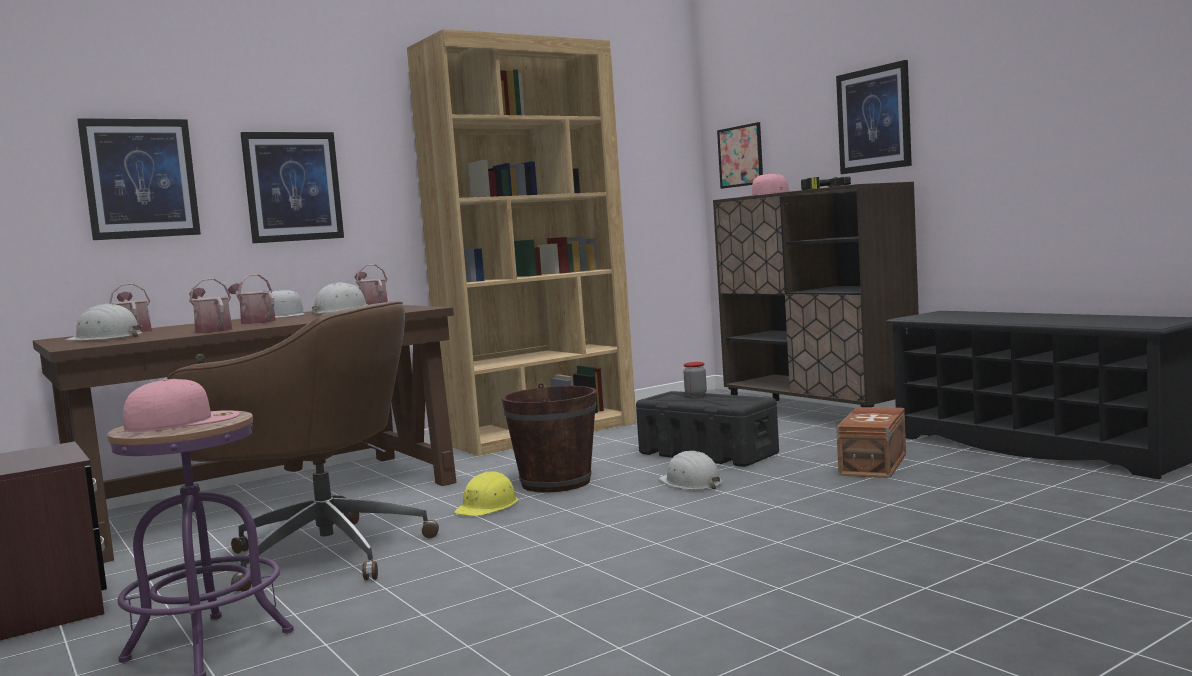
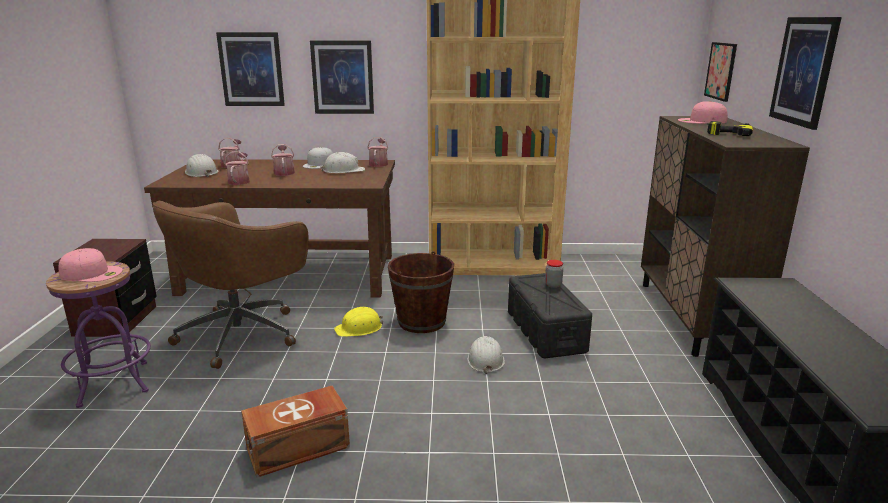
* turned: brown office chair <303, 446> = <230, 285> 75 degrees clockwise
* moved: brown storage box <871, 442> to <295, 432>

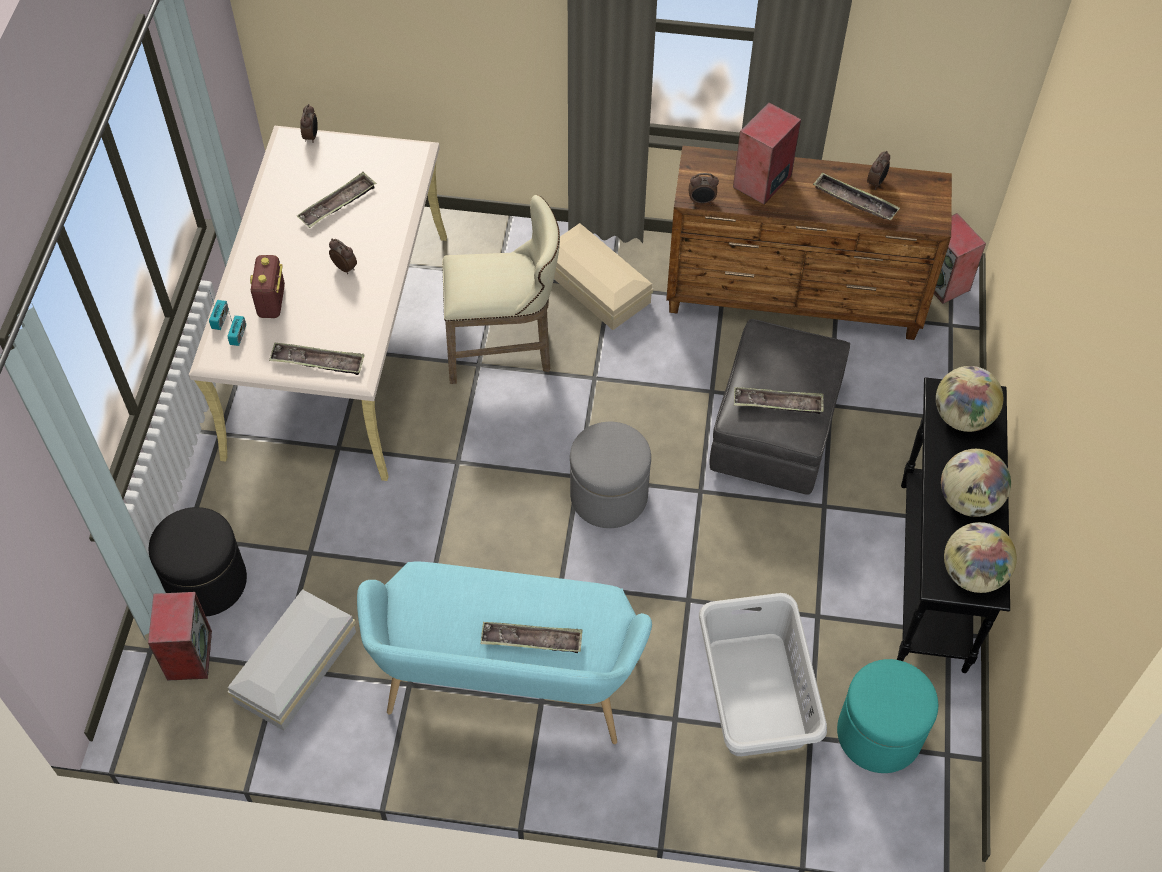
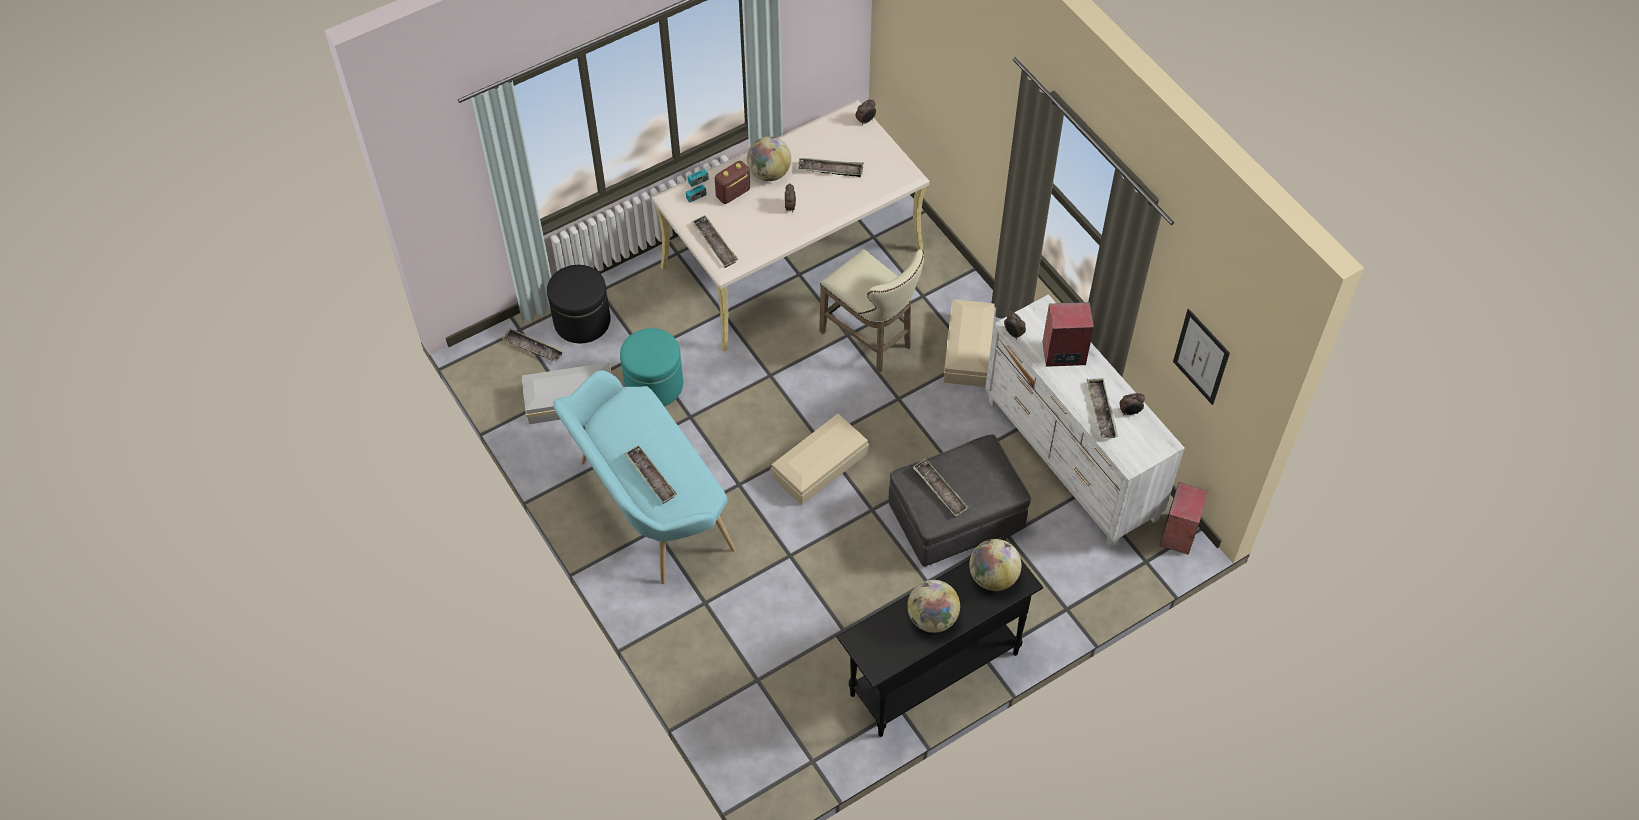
* replaced: speaker <180, 636> to tray <533, 345>
* replaced: grey ottoman <610, 475> to beige storage box <820, 459>
* recoloured: brown dresser <809, 243> to white dresser <1085, 421>
* removed: grey laundry basket <763, 674>
* moved: turquoise ottoman <887, 716> to <651, 367>
* moved: globe <980, 557> to <769, 158>
* added: picture <1201, 357>

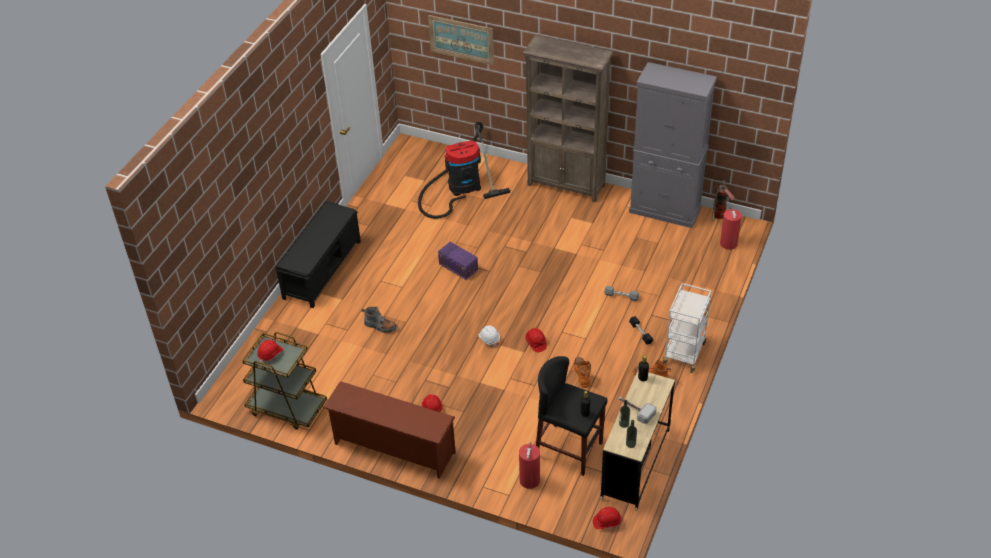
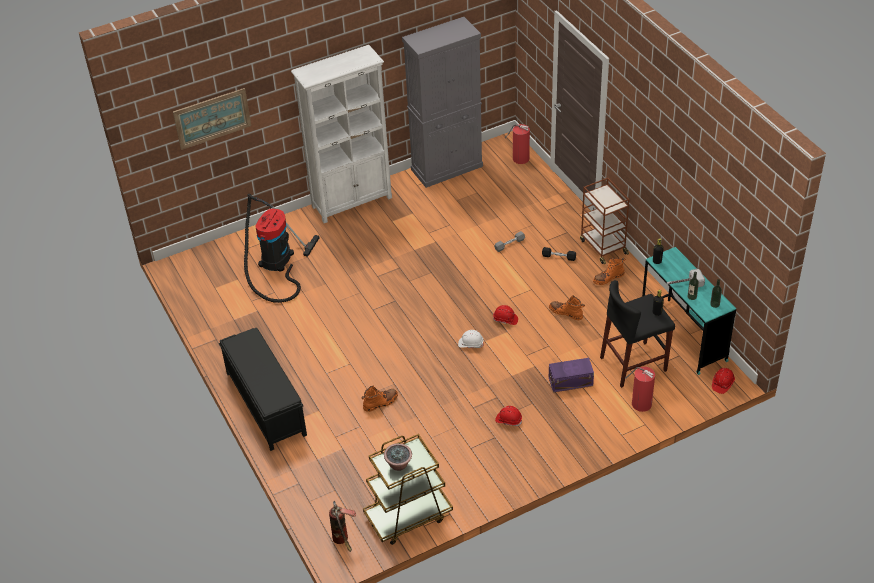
* replaced: red hard hat <270, 352> to potted plant <398, 457>
* removed: brown shoe rack <389, 430>
* recoloured: grey boot <380, 319> to orange boot <379, 398>
* moved: purple storage box <458, 261> to <571, 375>
* recoloured: brown bookcase <568, 118> to white bookcase <341, 134>
* recoloured: beige desk <637, 440> to turquoise desk <689, 311>
* recoloured: white cart <687, 328> to brown cart <604, 221>
* moved: fire extinguisher <723, 200> to <342, 526>

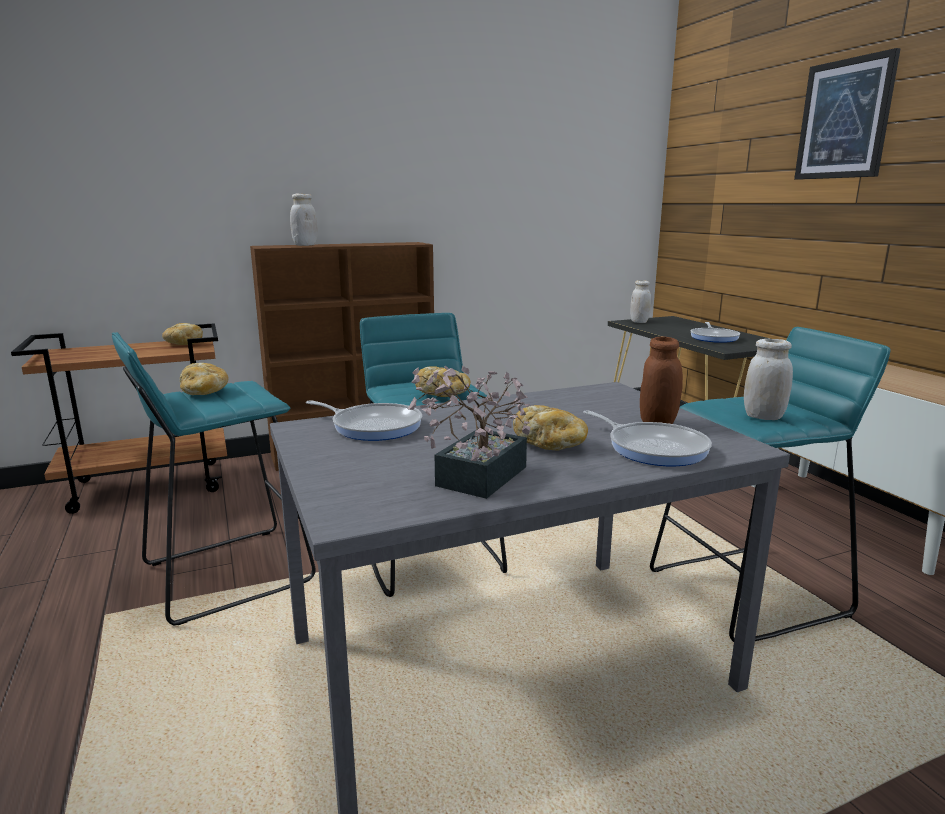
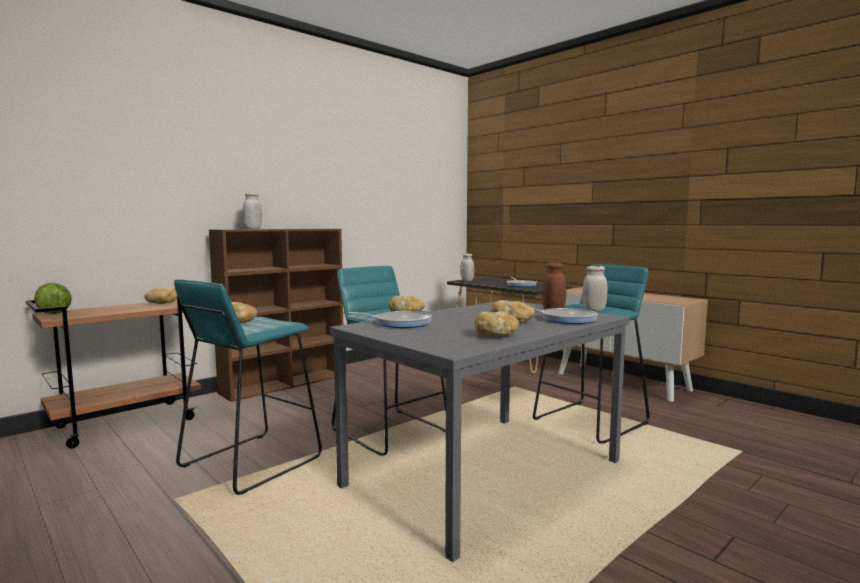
* replaced: potted plant <469, 432> to bread <497, 323>
* removed: picture <847, 114>
* added: lettuce <53, 298>

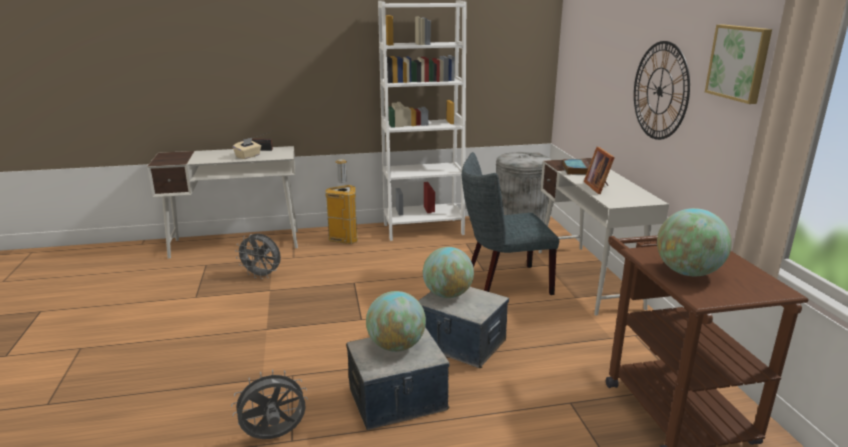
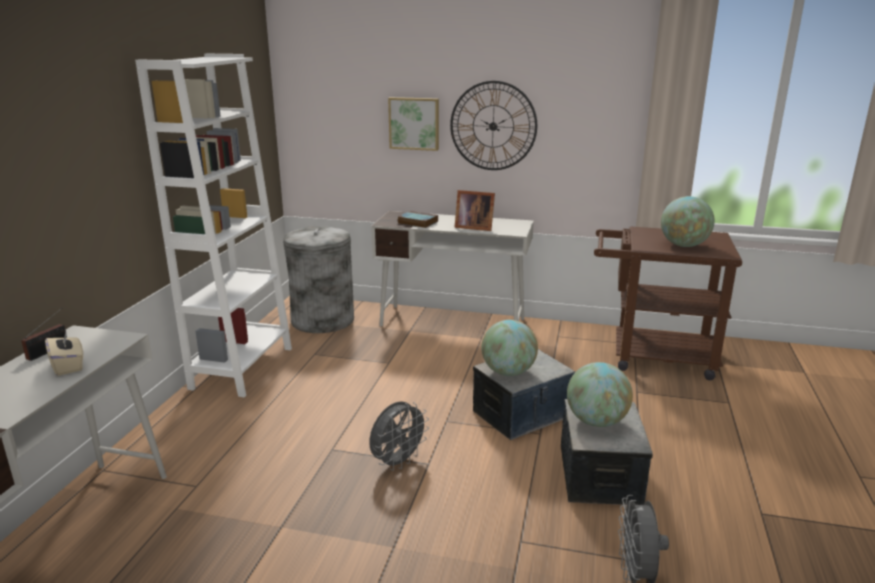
* moved: grey fan <258, 256> to <399, 436>
* removed: trash can <341, 201>
* removed: grey chair <510, 223>
* moved: picture <738, 64> to <413, 124>

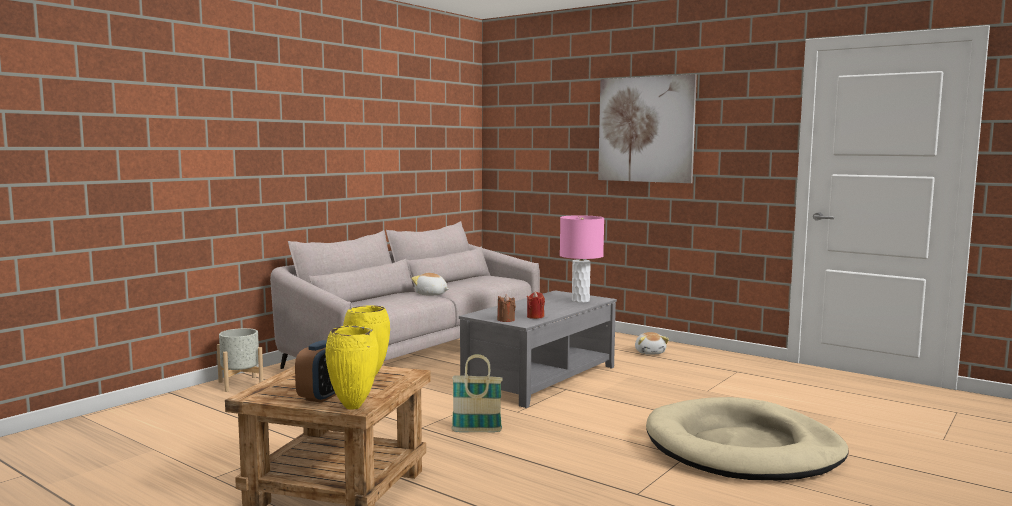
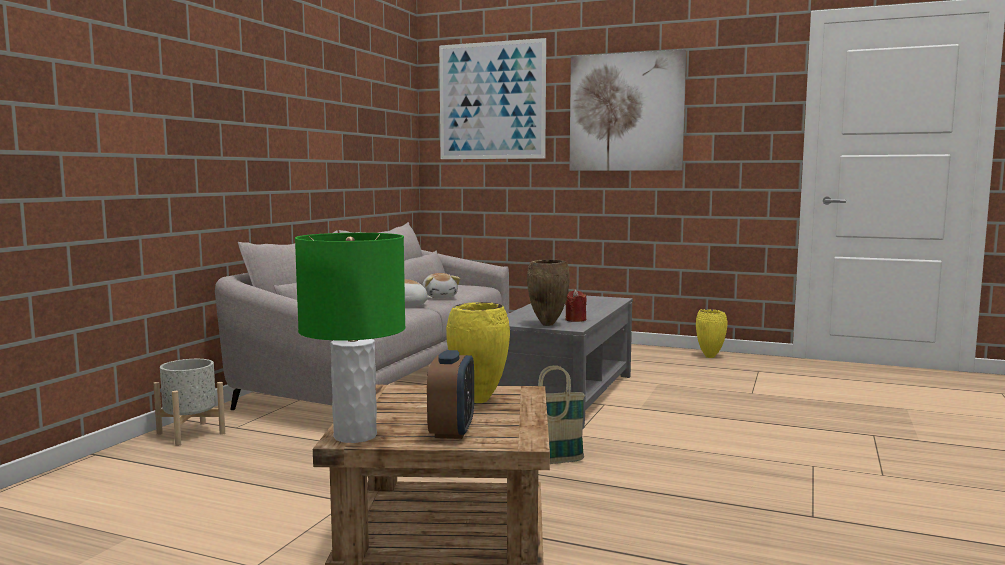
* moved: yellow vase <352, 367> to <712, 333>
* replaced: brown candle <506, 308> to brown vase <548, 293>
* removed: pink table lamp <582, 259>
* moved: plush toy <652, 343> to <441, 285>
* removed: beige dog bed <747, 439>
* added: green table lamp <350, 338>
* added: picture <492, 98>

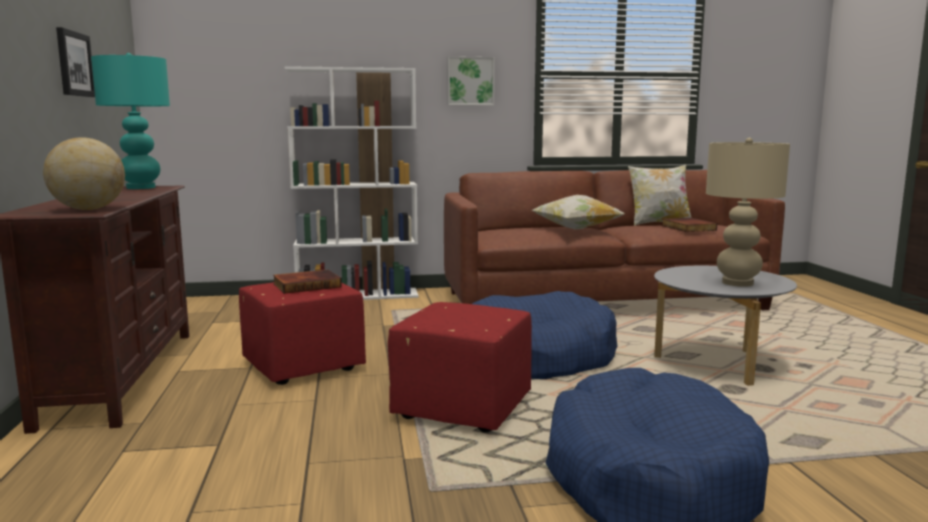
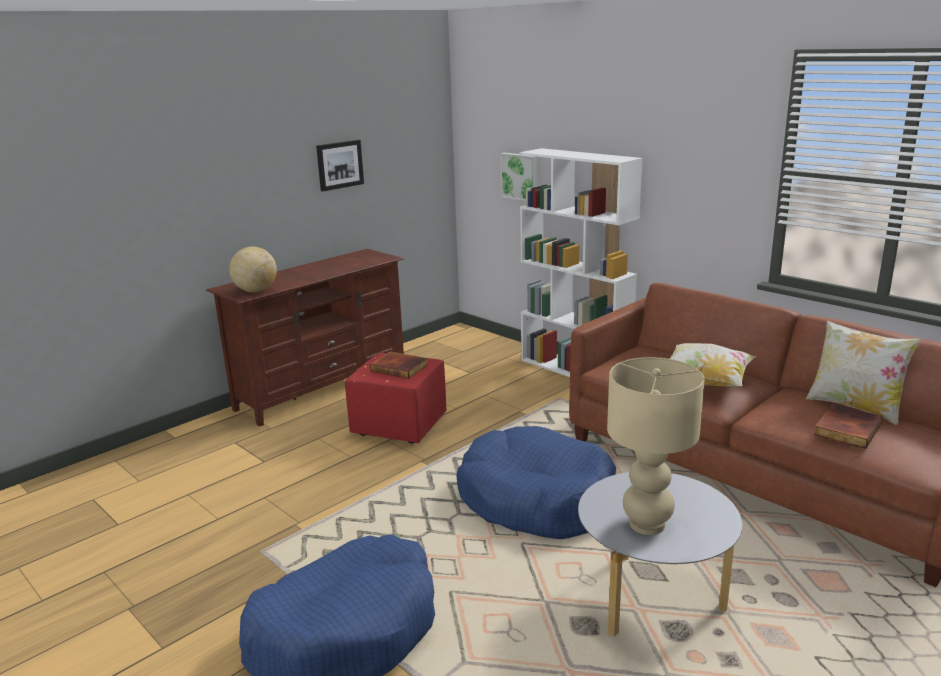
* removed: turquoise table lamp <130, 121>
* removed: red ottoman <460, 367>
* moved: picture <471, 80> to <518, 177>

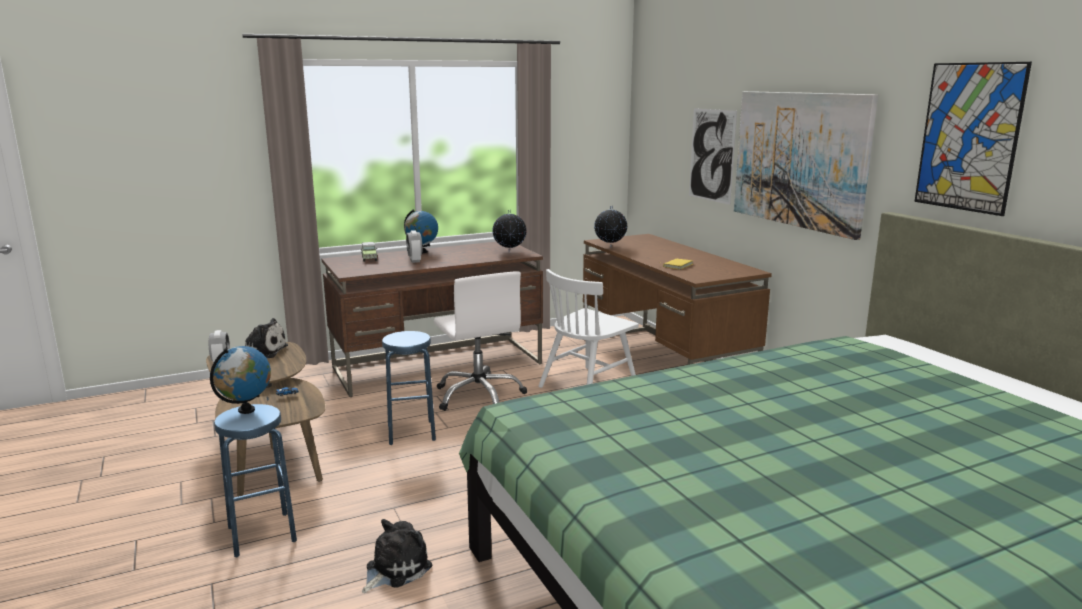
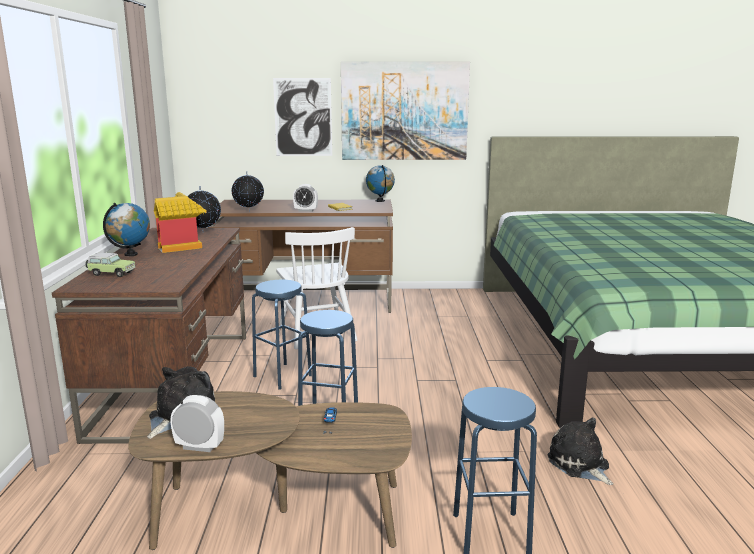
* moved: globe <240, 380> to <380, 183>
* moved: alarm clock <414, 246> to <305, 198>
* replaced: white office chair <480, 341> to blue stool <282, 334>
* removed: picture <973, 139>
* added: toy house <180, 222>

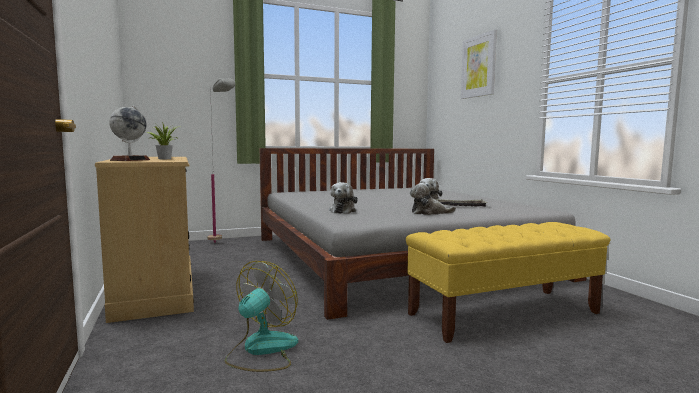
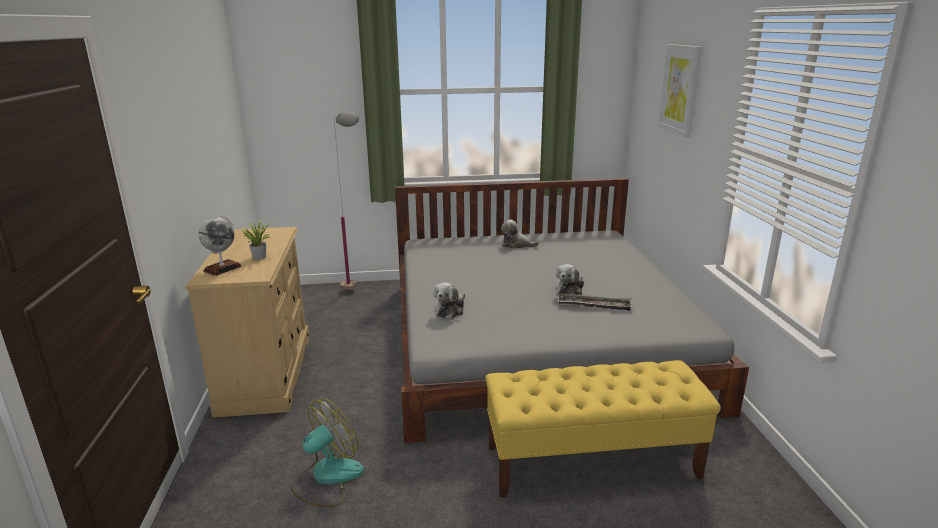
* moved: plush toy <433, 199> to <520, 234>

